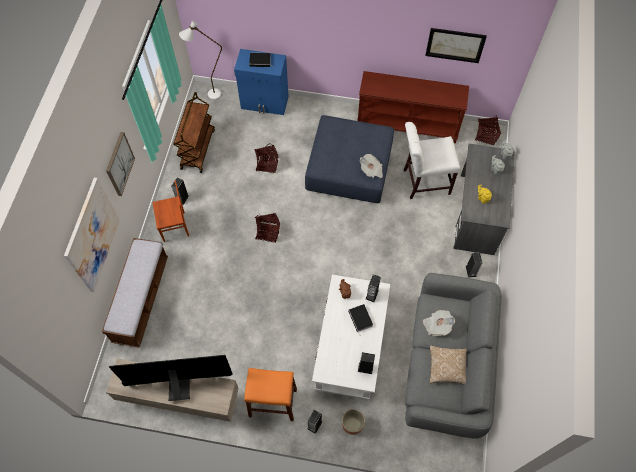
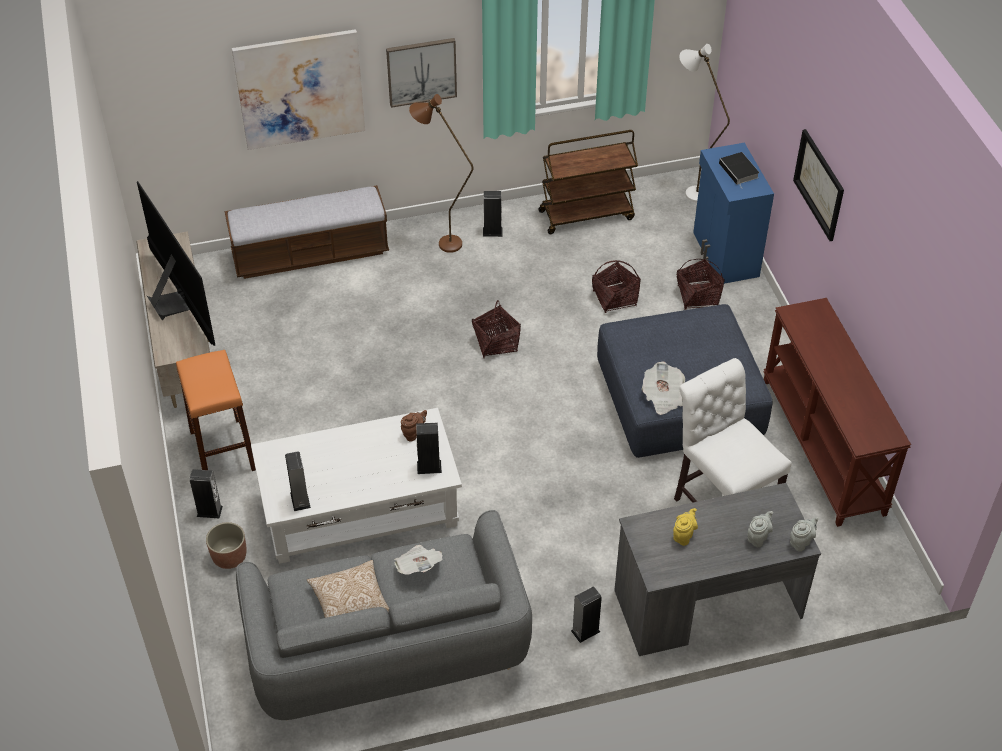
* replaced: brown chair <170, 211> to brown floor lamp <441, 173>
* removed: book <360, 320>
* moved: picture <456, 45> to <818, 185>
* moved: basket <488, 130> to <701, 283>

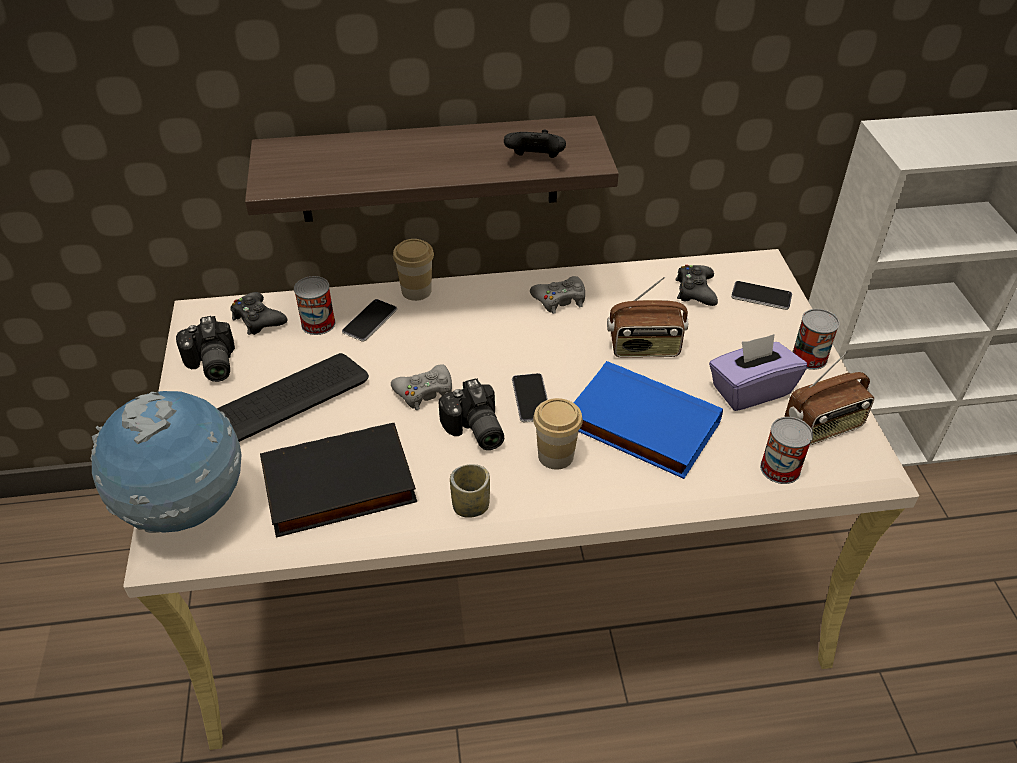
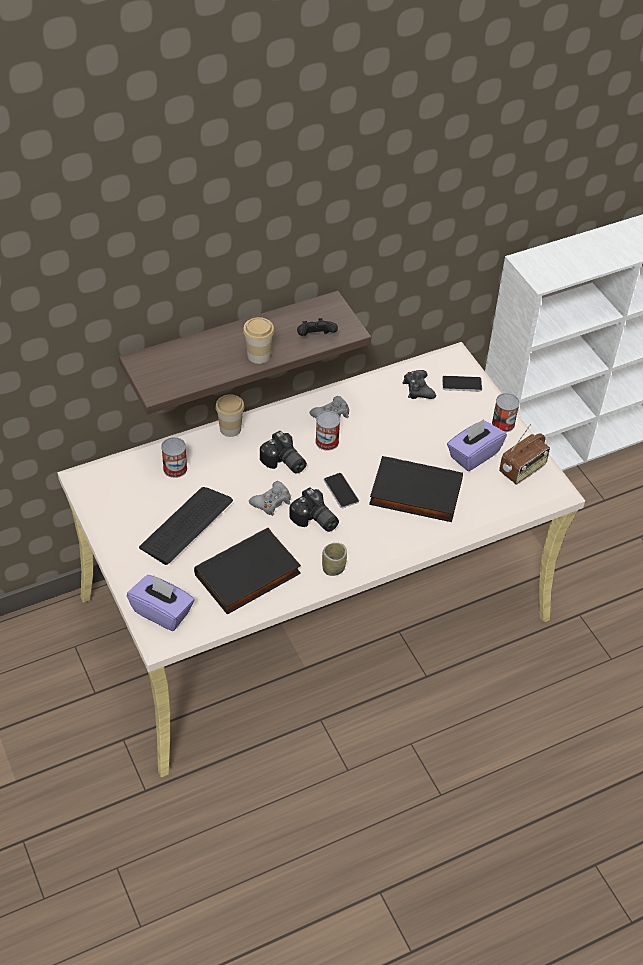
* replaced: globe <166, 462> to purple tissue box <161, 603>
* moved: photo camera <205, 349> to <283, 452>
* removed: black game controller <259, 313>
* removed: phone <369, 320>
* moved: cup <558, 434> to <258, 340>
* recoloured: blue book <648, 420> to black book <416, 489>
* removed: radio <647, 317>
* moved: can <786, 450> to <327, 431>

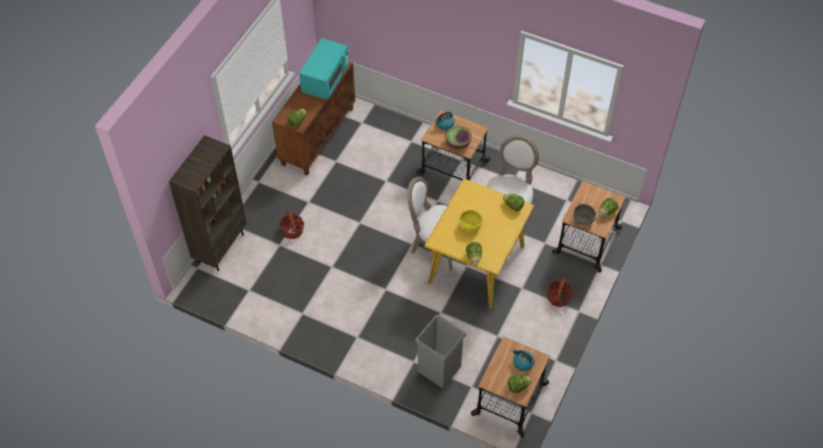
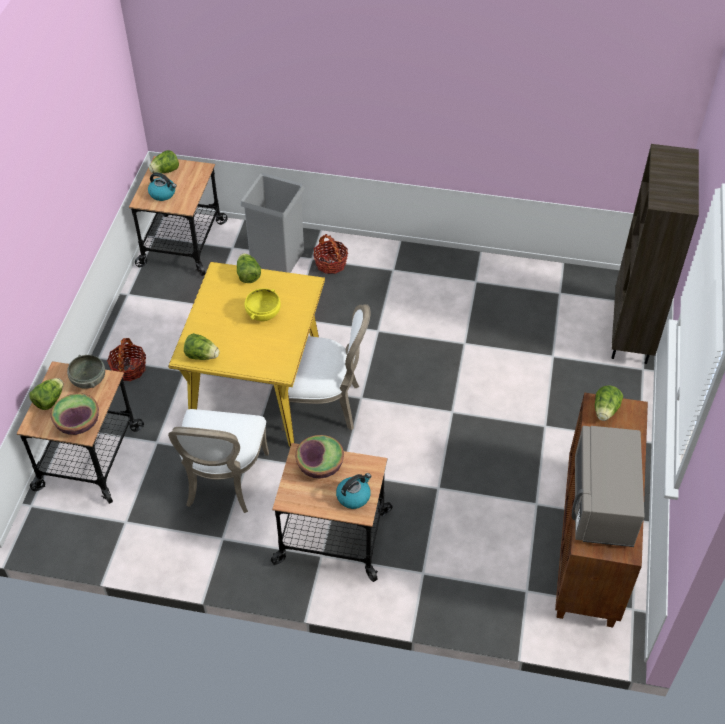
* moved: basket <291, 225> to <330, 254>
* recoloured: turquoise microwave <324, 68> to grey microwave <608, 486>
* added: bowl <75, 414>

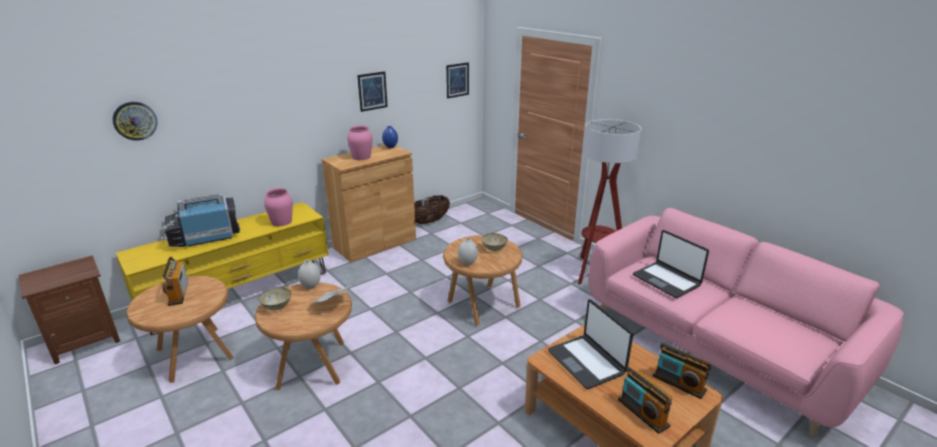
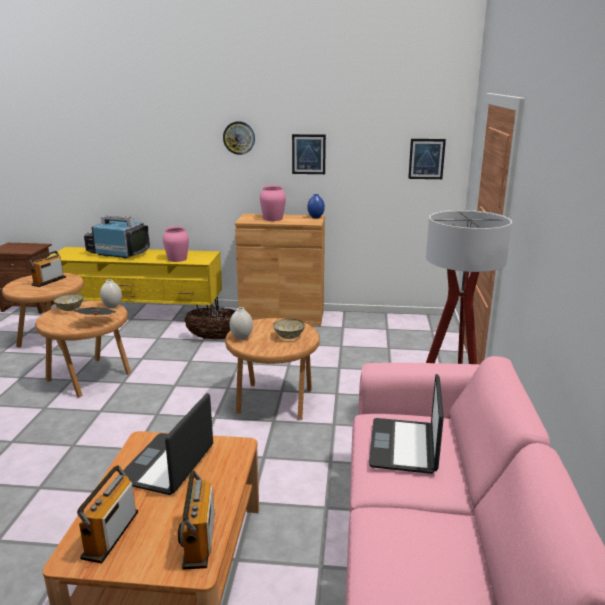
* moved: wall clock <135, 121> to <239, 138>
* moved: basket <432, 210> to <209, 323>

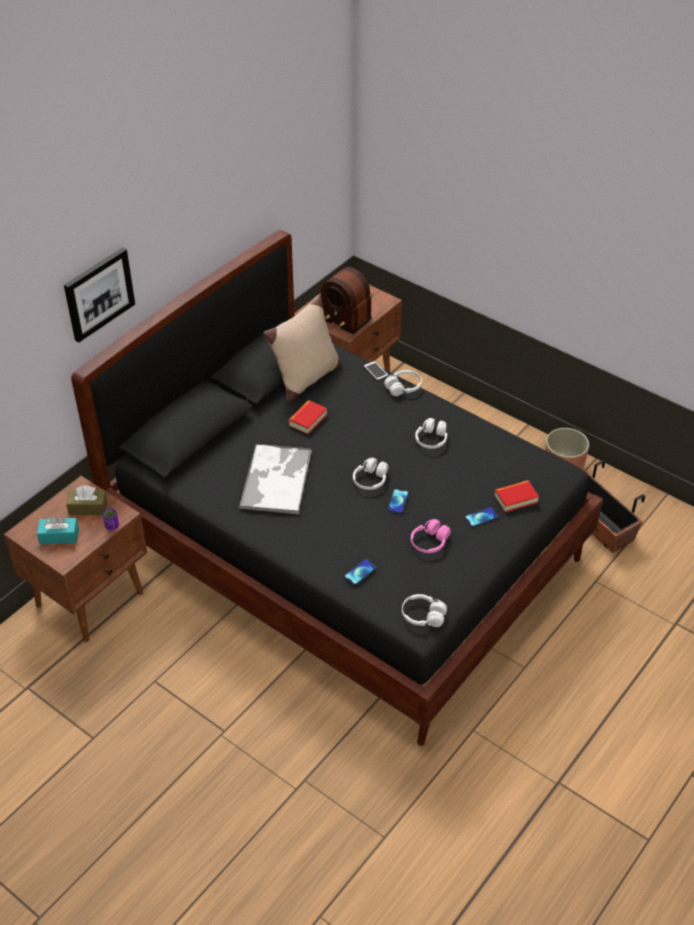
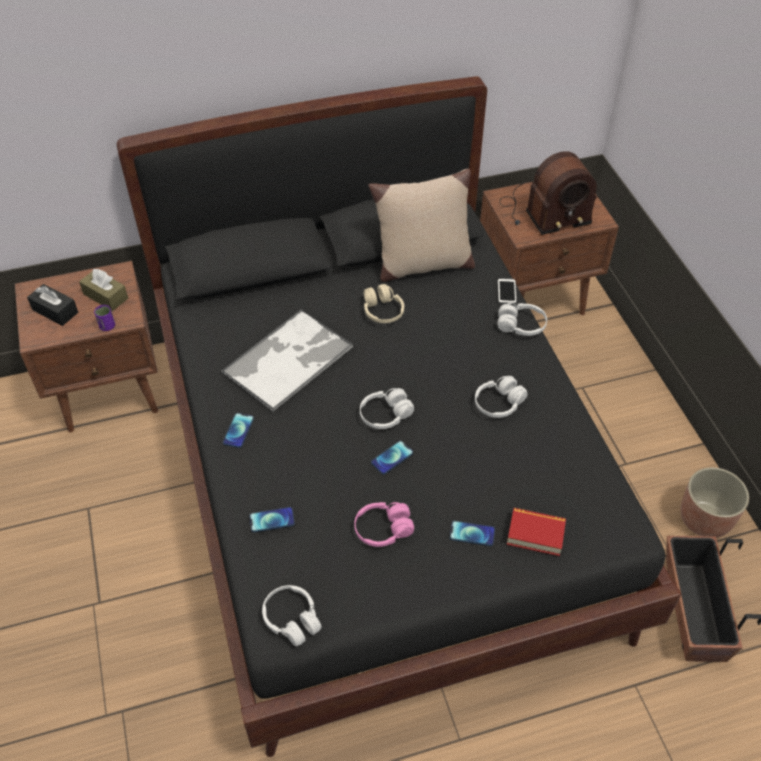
* recoloured: turquoise tissue box <58, 530> to black tissue box <52, 305>
* removed: picture <99, 295>
* replaced: book <307, 417> to beige headphones <384, 303>
* turned: radio <346, 300> = <548, 193> 90 degrees counterclockwise
* added: phone <238, 430>

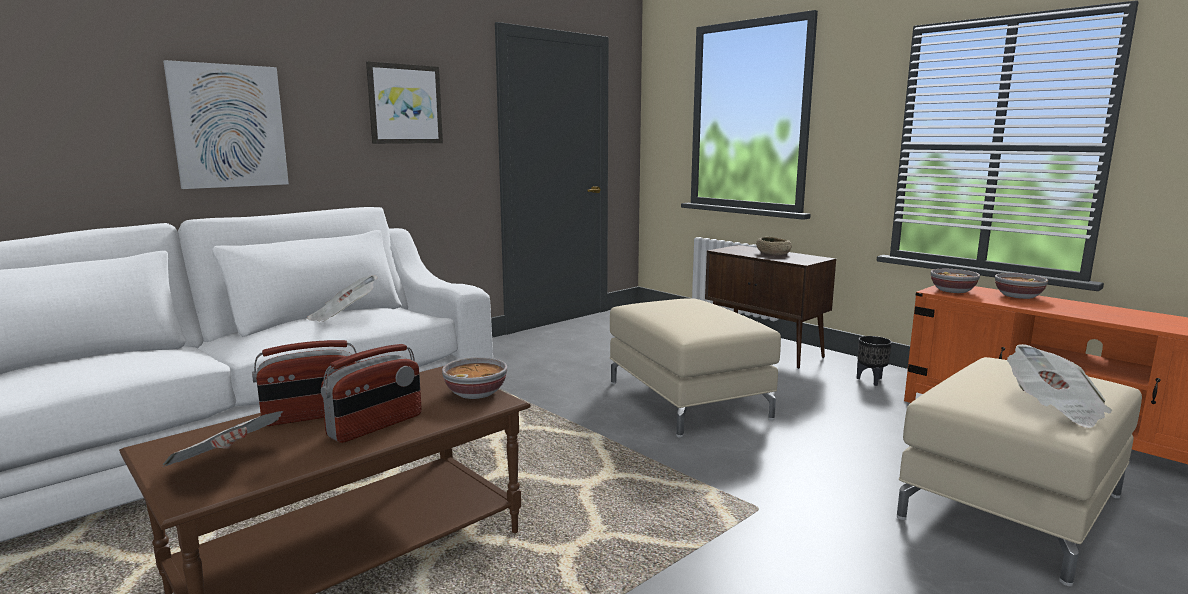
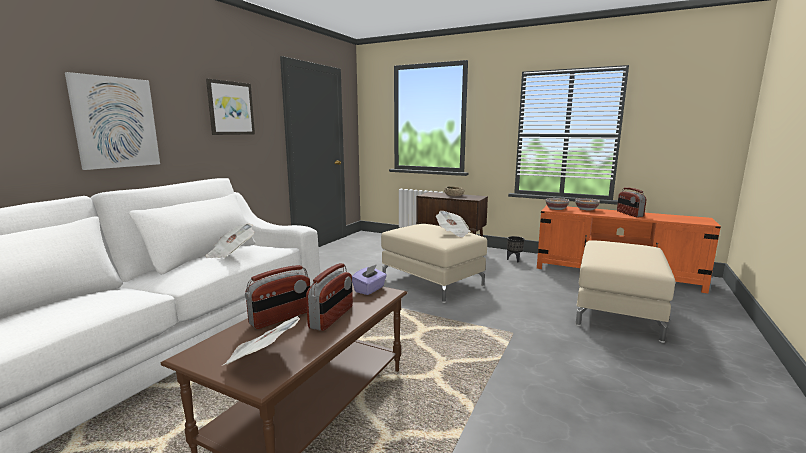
* replaced: bowl <474, 378> to purple tissue box <369, 279>
* moved: newspaper <1059, 386> to <453, 224>
* added: radio <632, 202>

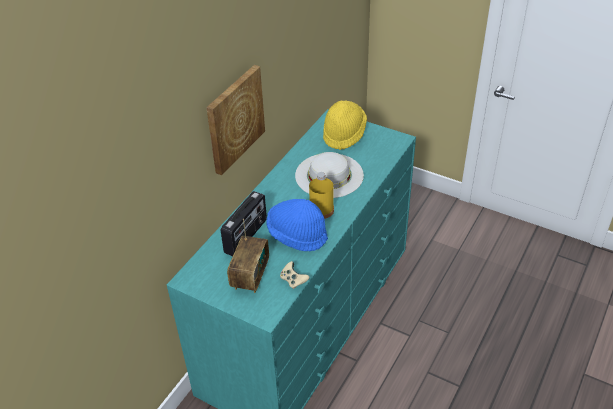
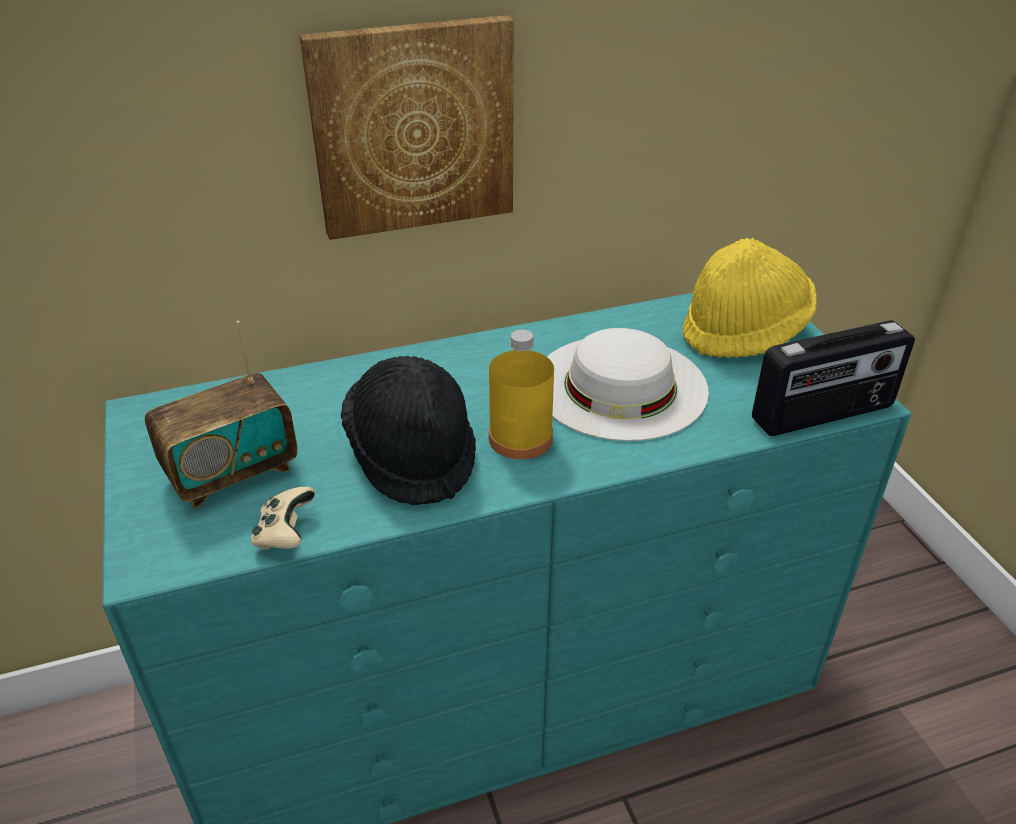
* moved: radio <244, 223> to <833, 378>
* recoloured: blue hat <297, 225> to black hat <408, 431>

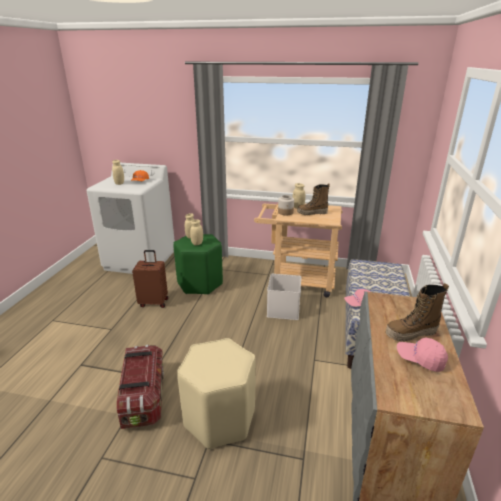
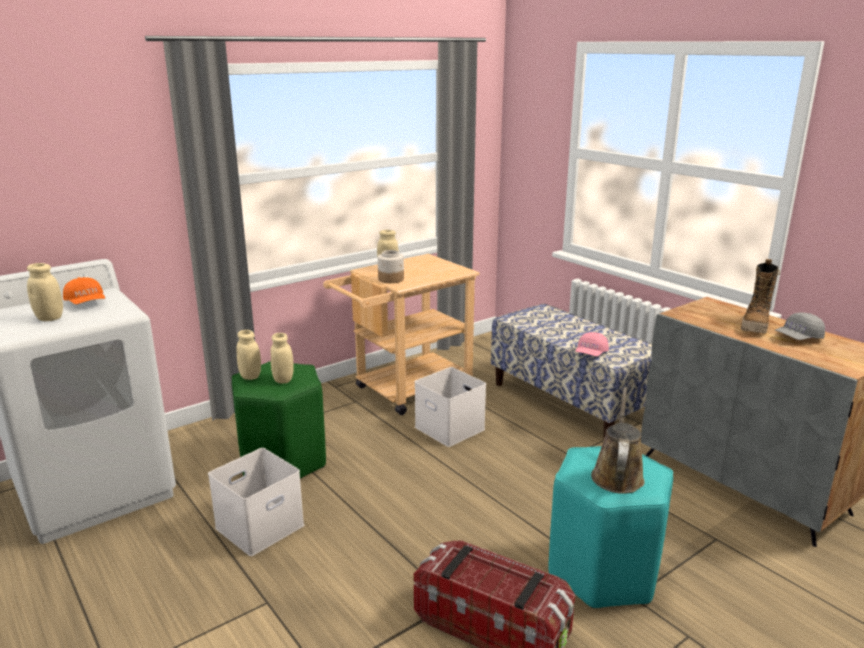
* replaced: brown suitcase <150, 279> to white storage box <256, 502>
* recoloured: beige stool <216, 393> to turquoise stool <610, 527>
* removed: boot <313, 199>
* recoloured: pink cap <422, 354> to grey cap <800, 326>
* added: brown watering can <618, 440>

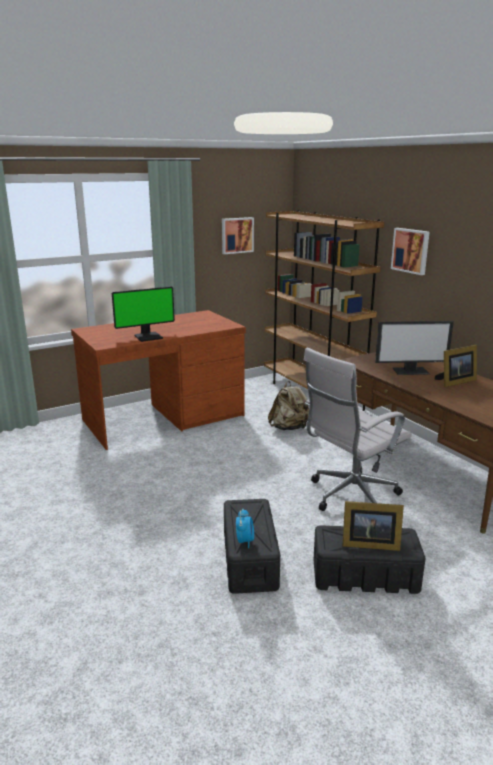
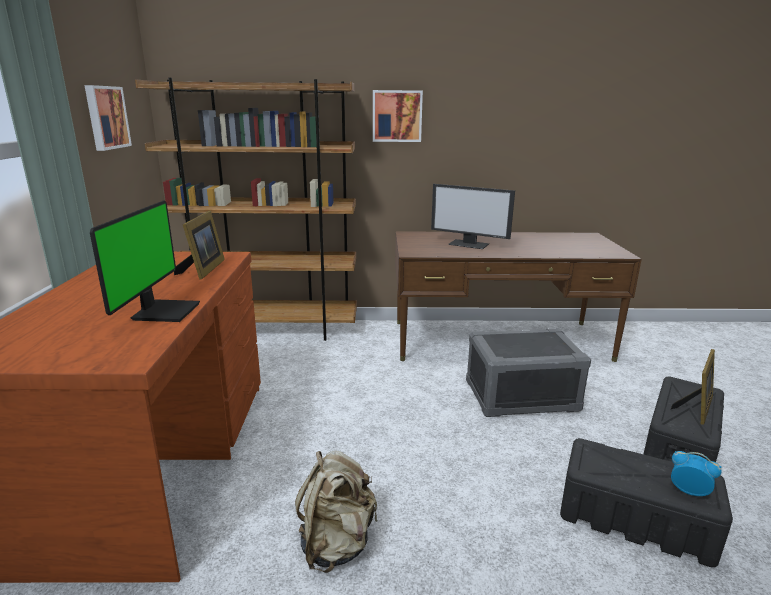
* moved: beige backpack <288, 405> to <336, 512>
* replaced: white office chair <358, 429> to grey storage box <528, 372>
* turned: monitor <414, 348> = <473, 216> 90 degrees clockwise
* moved: picture frame <455, 366> to <199, 245>

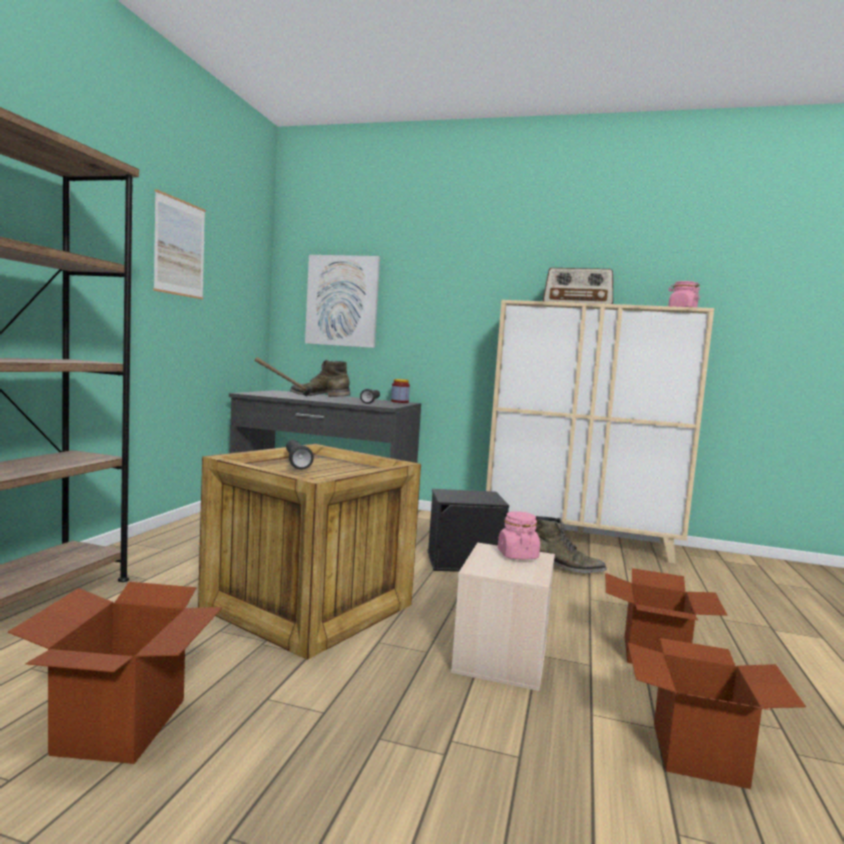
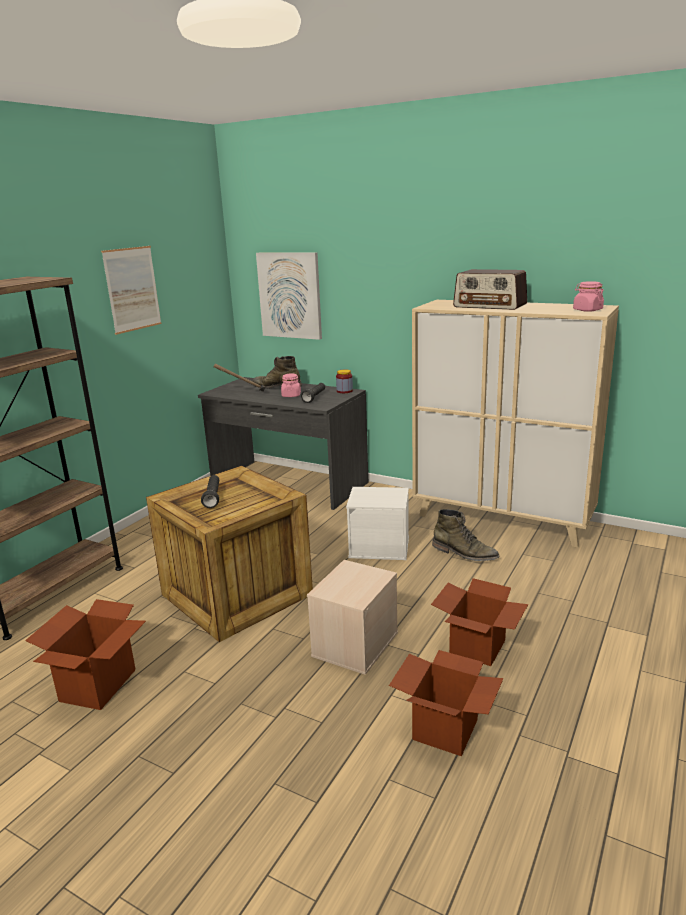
* recoloured: black storage box <468, 530> to white storage box <377, 523>
* moved: pink jar <519, 535> to <291, 385>

